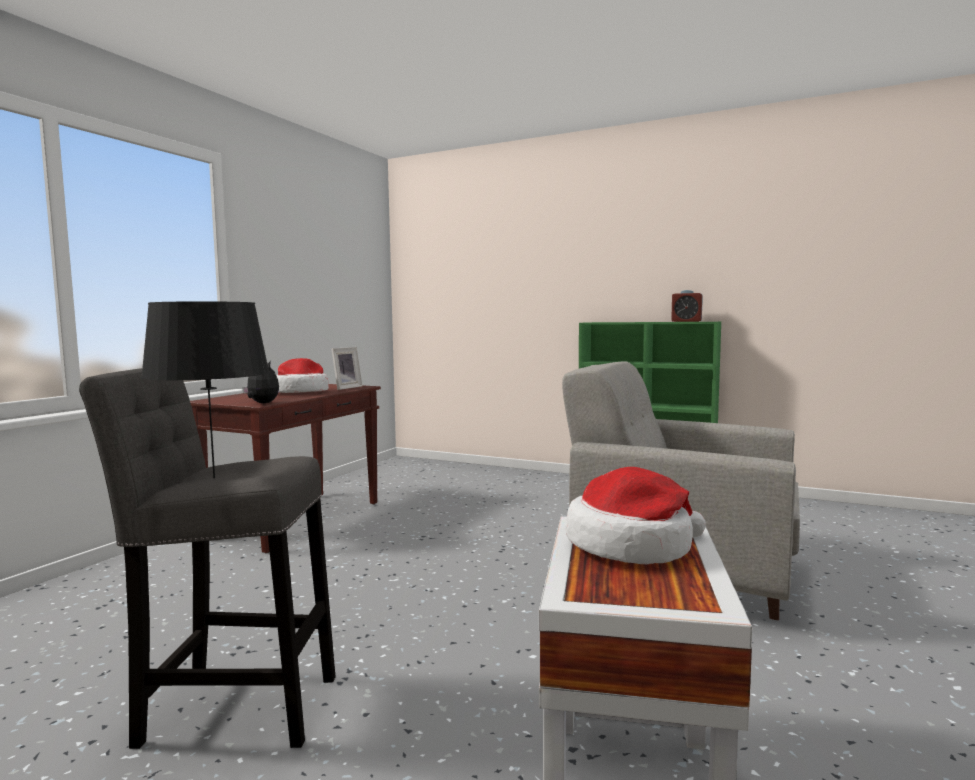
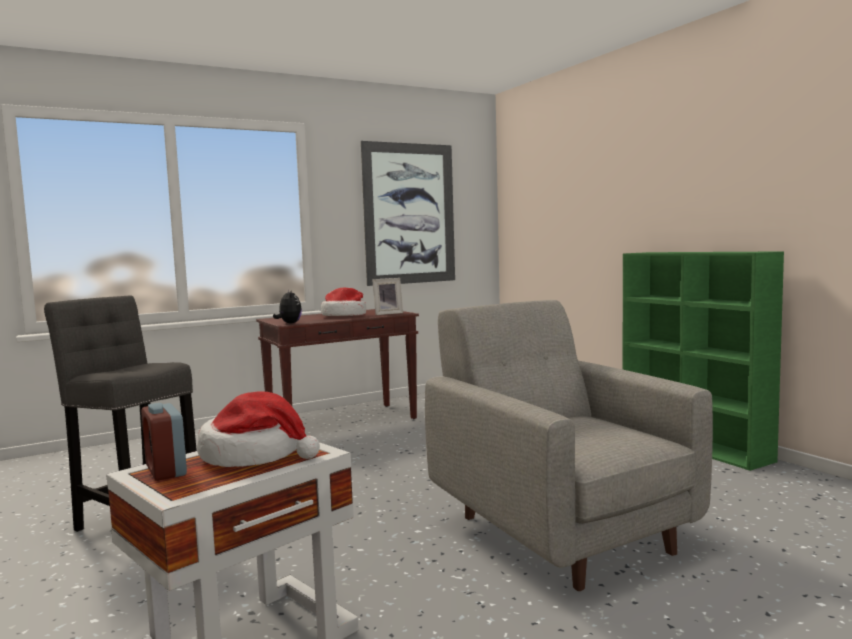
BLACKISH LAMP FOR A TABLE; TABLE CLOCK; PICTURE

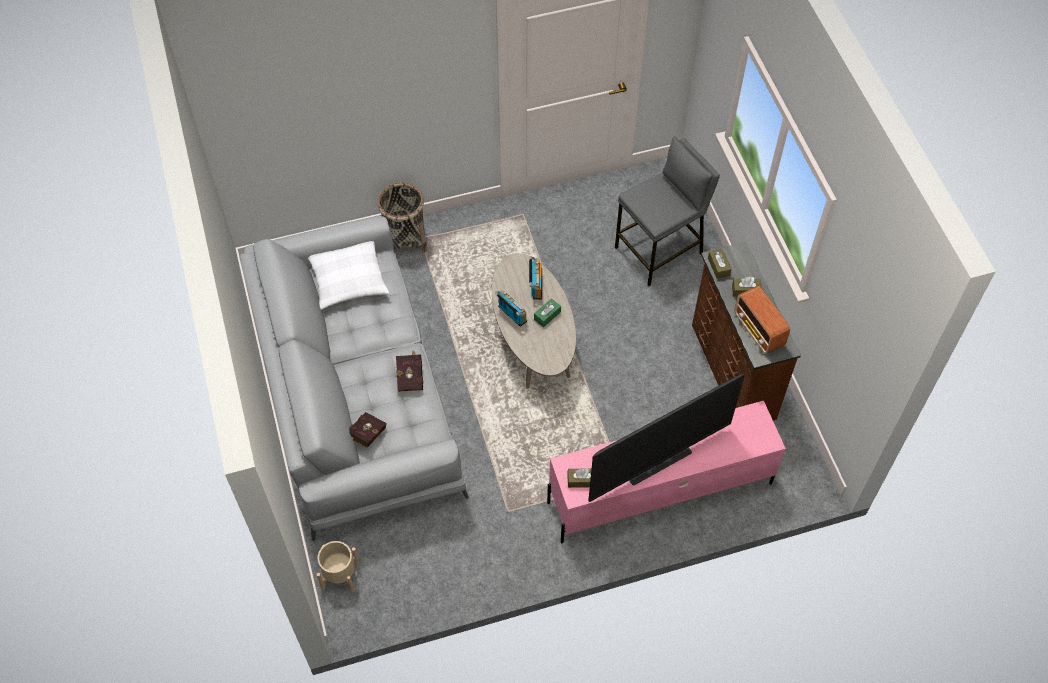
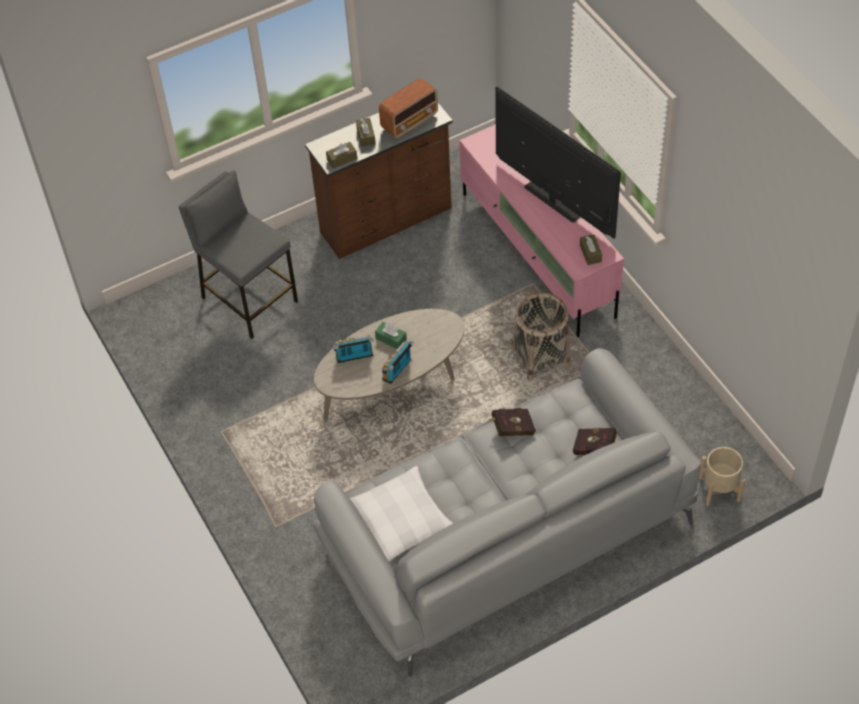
BASKET

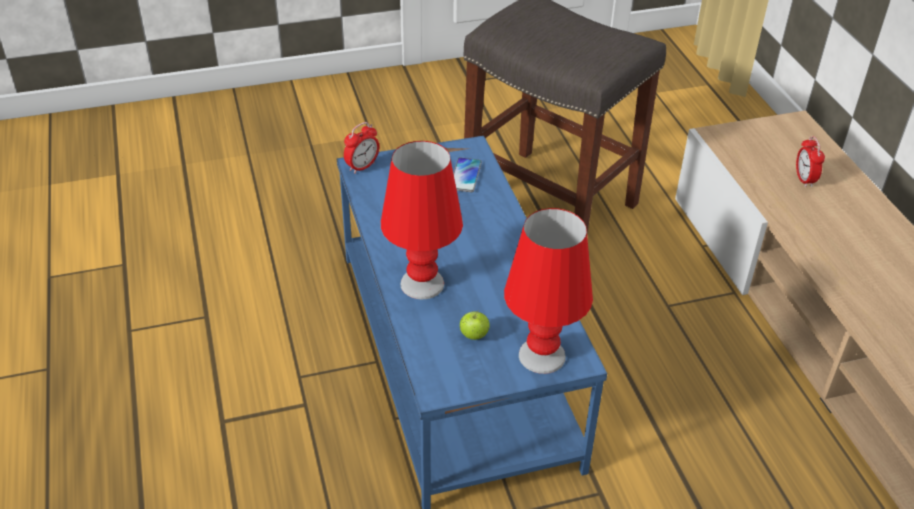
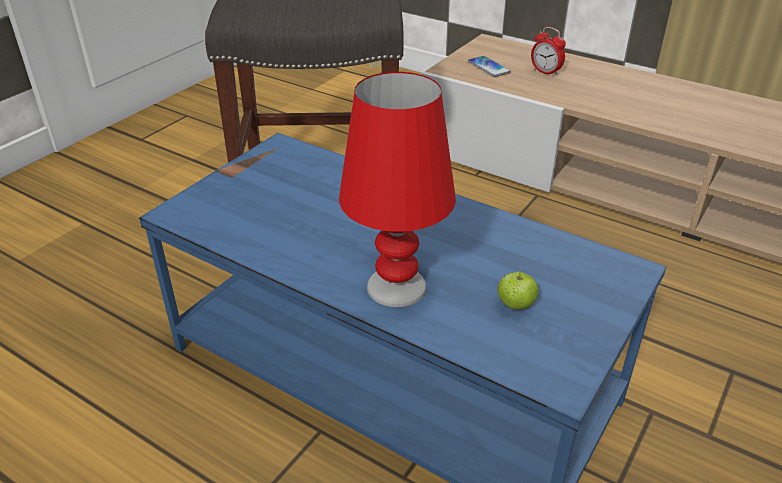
TABLE CLOCK (no. 1 from left in the first image); PHONE; REDDISH LAMP FOR A TABLE (no. 2 from left in the first image)

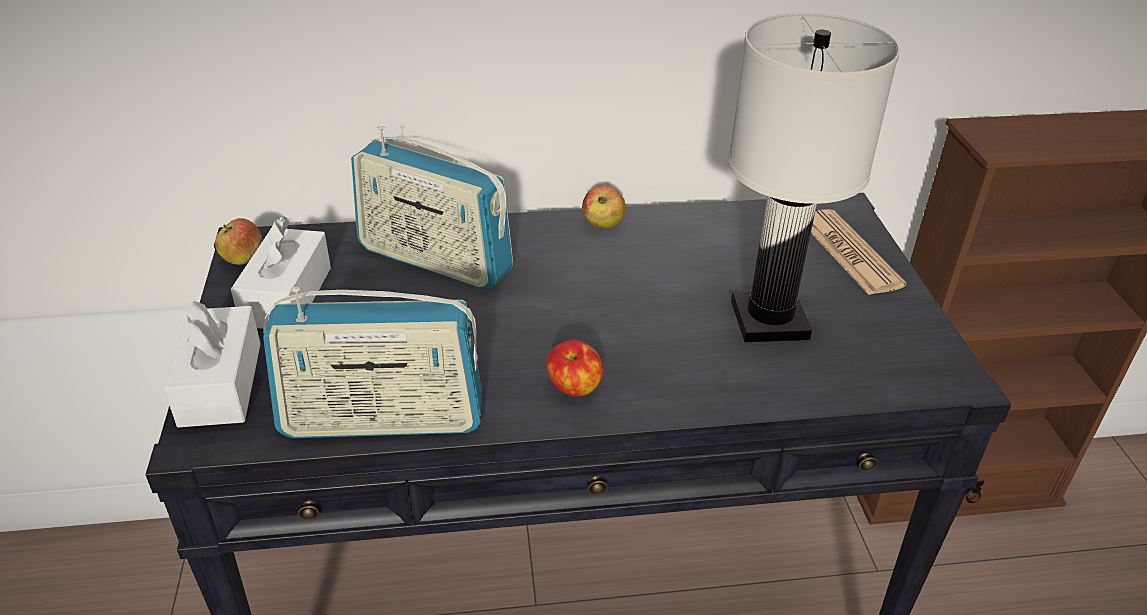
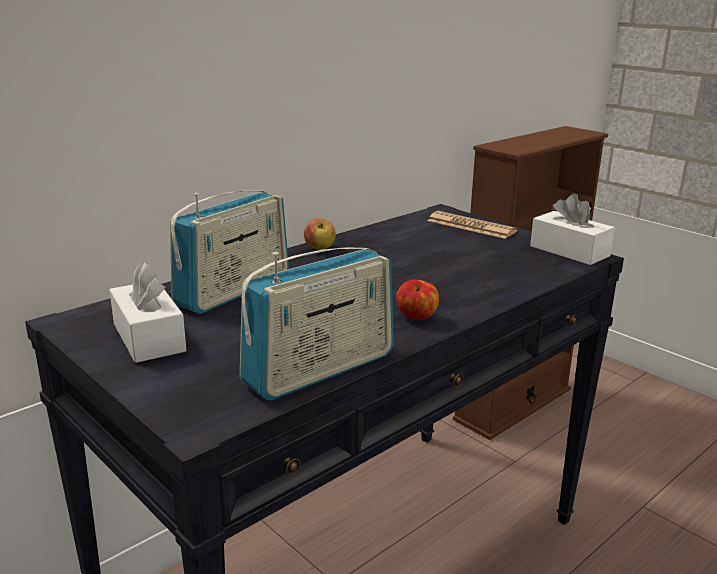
WHITISH BOX OF TISSUES (no. 2 from left); APPLE (no. 1 from left in the first image); RADIO (no. 1 from left); WHITISH LAMP FOR A TABLE

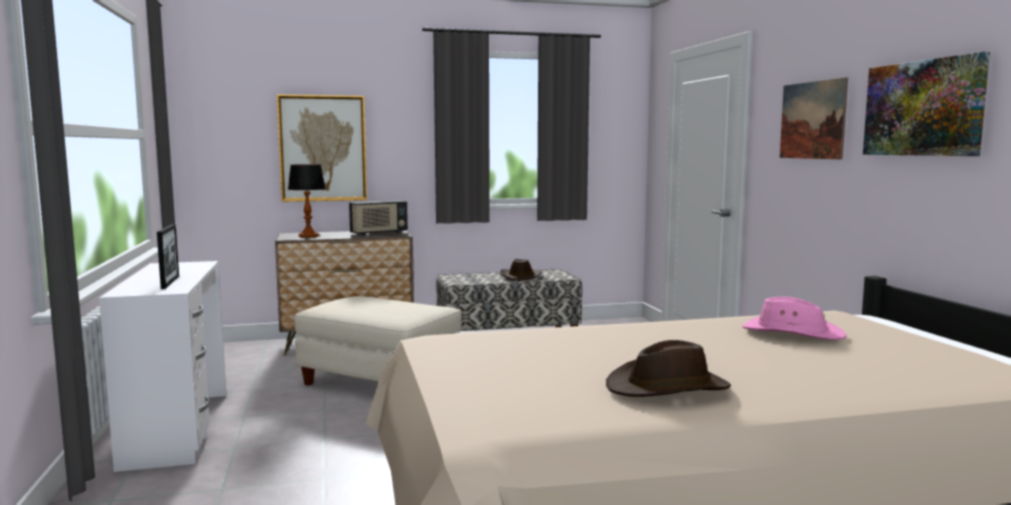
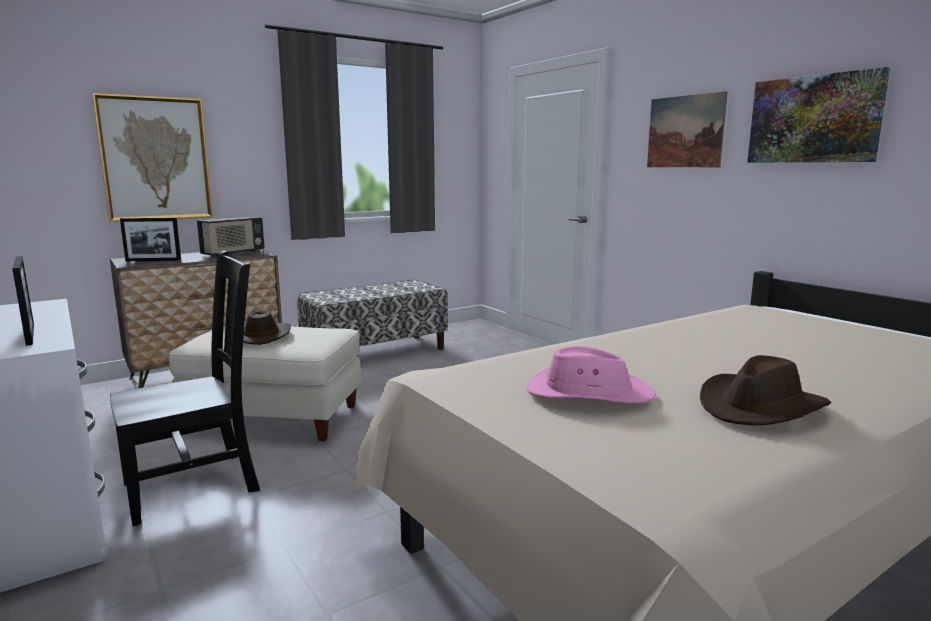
PICTURE FRAME (no. 2 from left); BROWNISH CLOTHING HAT (no. 1 from left); PINK-COLOURED CLOTHING HAT; BLACKISH UPRIGHT CHAIR

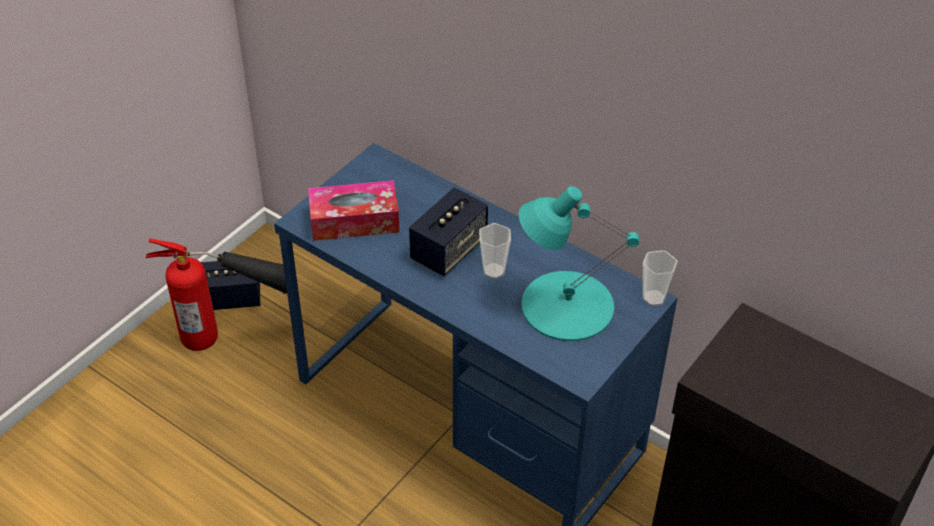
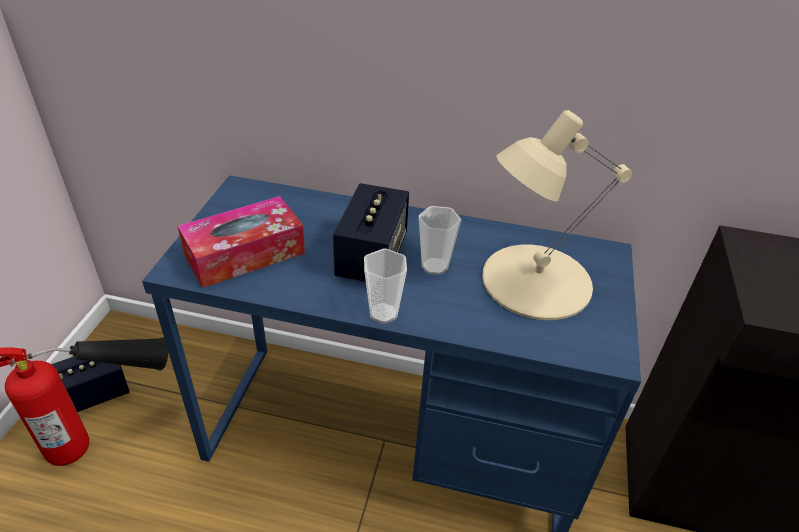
BEIGE-COLOURED LAMP FOR A TABLE; CUP (no. 1 from left)

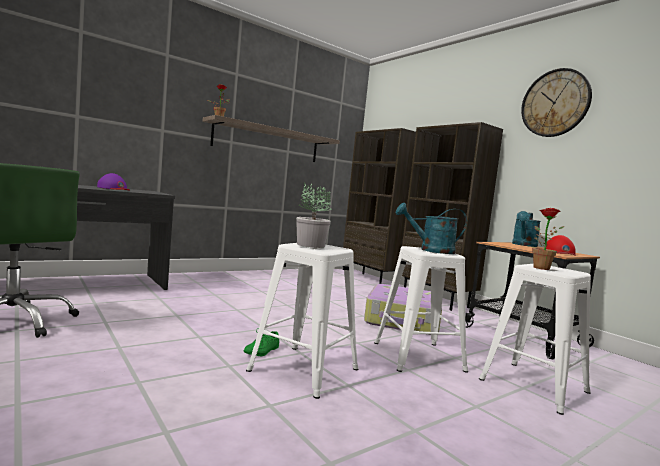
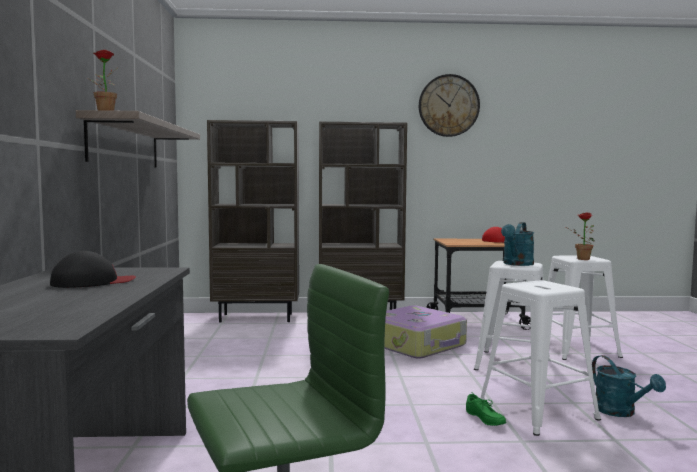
BLACKISH BASEBALL CAP; HOUSEPLANT (no. 2 from left in the first image); TURQUOISE-COLOURED WATERING POT (no. 2 from left)

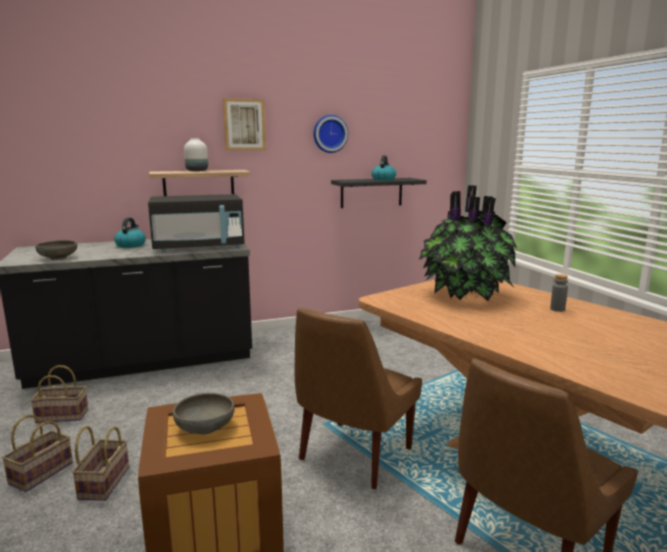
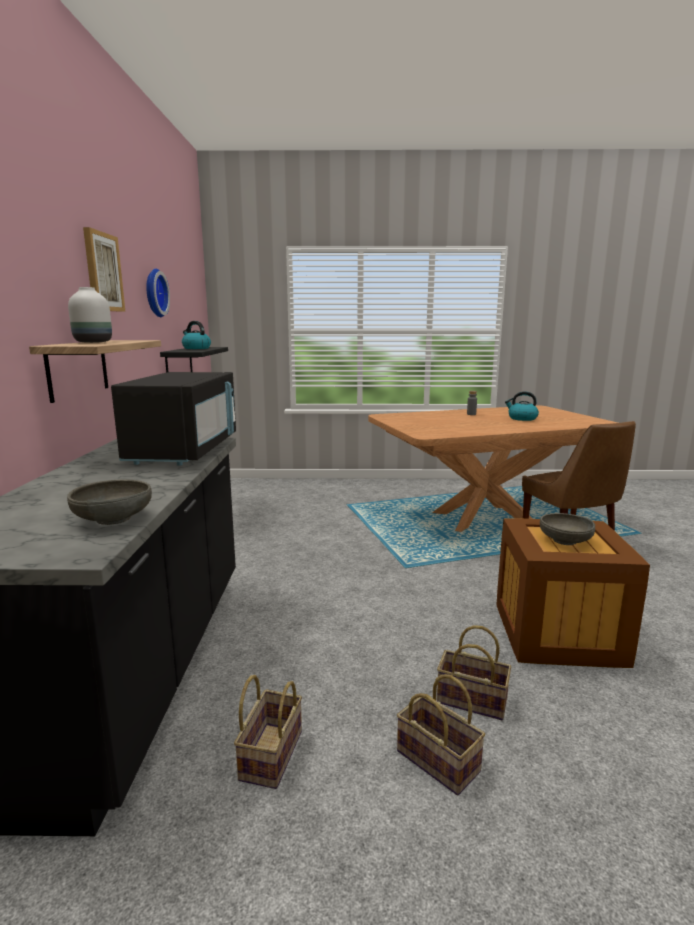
TEA KETTLE (no. 2 from left); BROWNISH UPRIGHT CHAIR (no. 1 from left in the first image); HOUSEPLANT

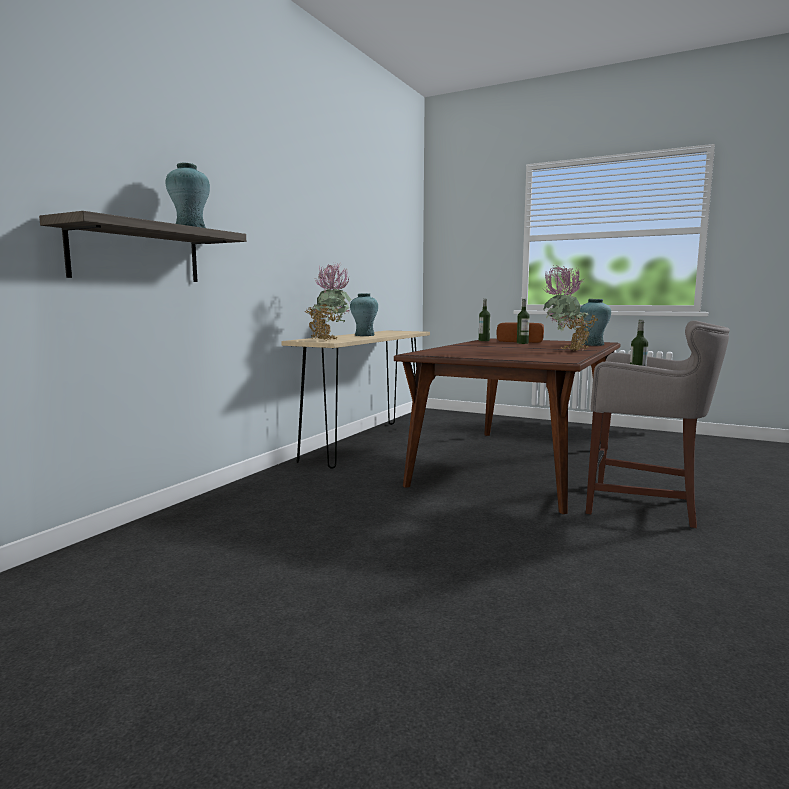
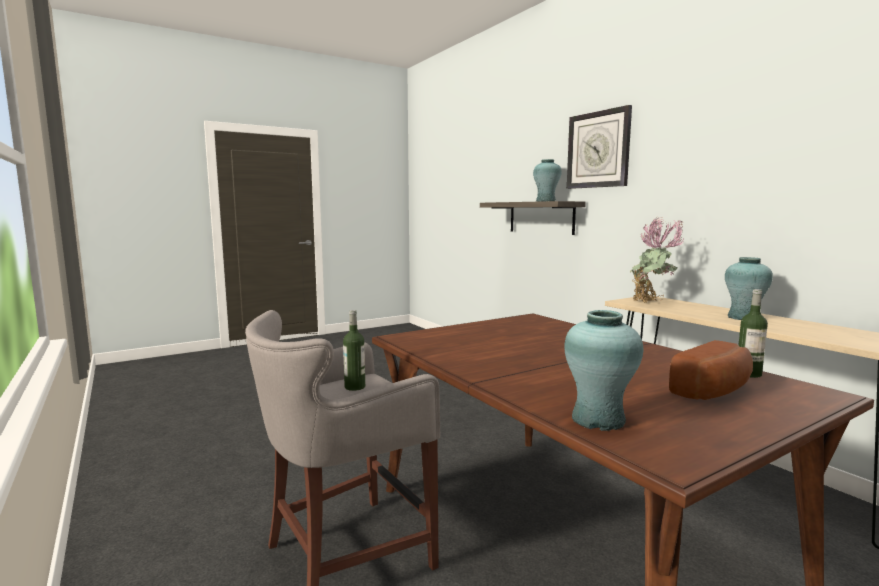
BEVERAGE BOTTLE (no. 2 from left in the first image); HOUSEPLANT (no. 2 from left in the first image); WALL CLOCK

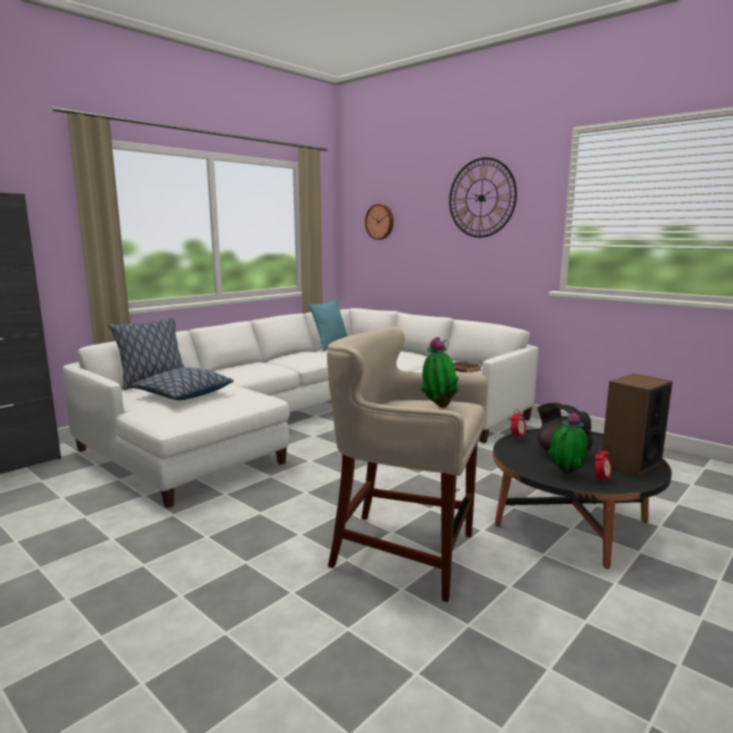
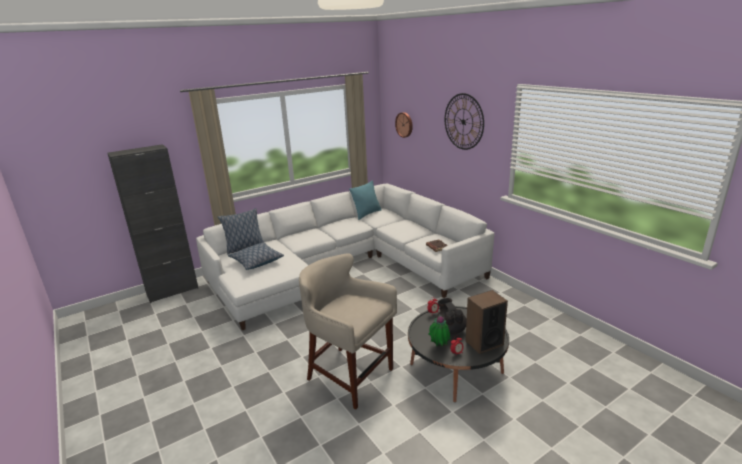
HOUSEPLANT (no. 1 from left in the first image)

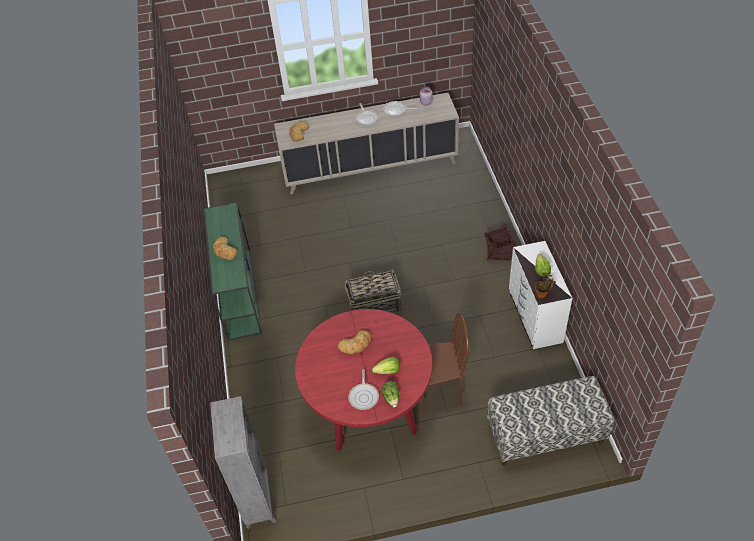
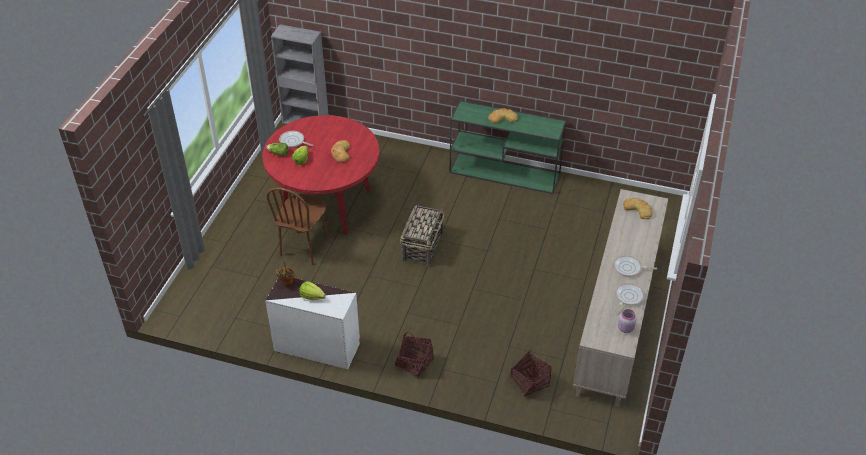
INDOOR BENCH; BASKET (no. 3 from left)

